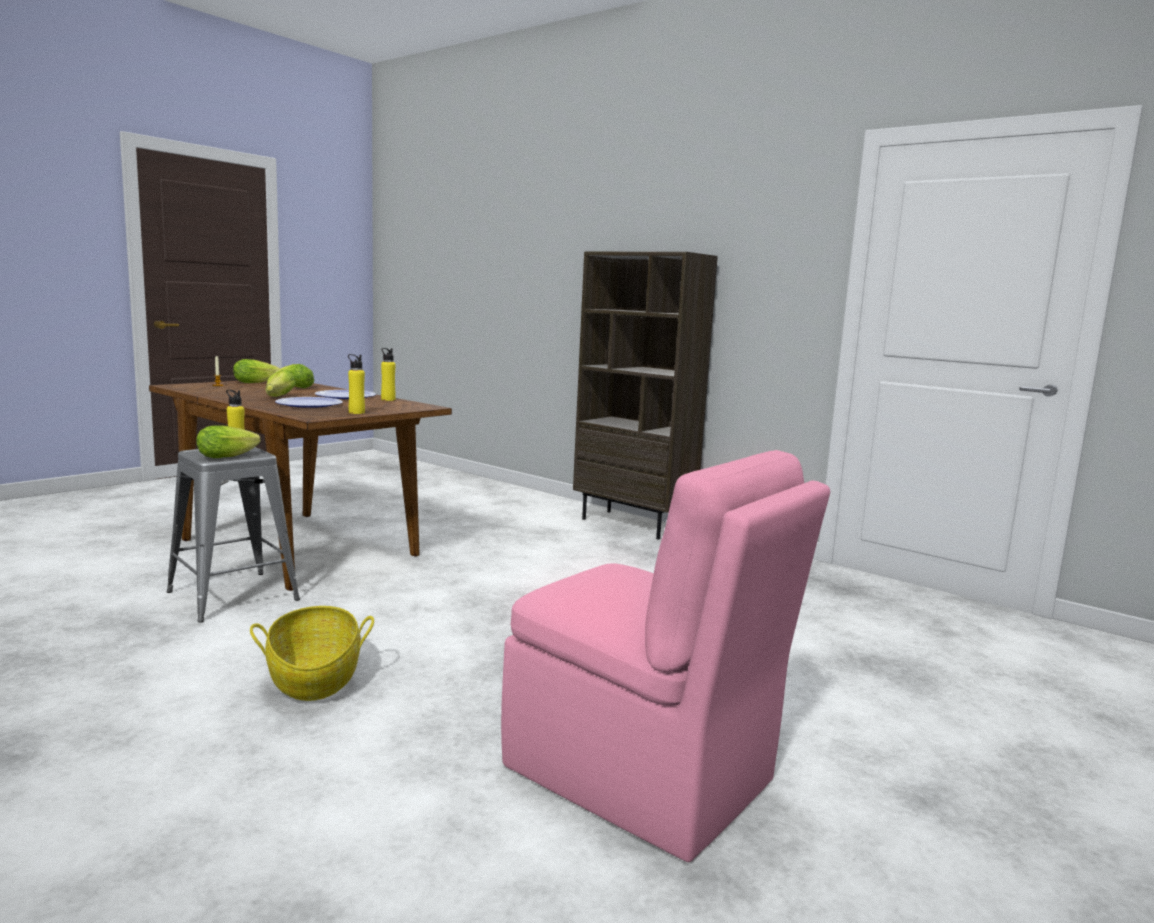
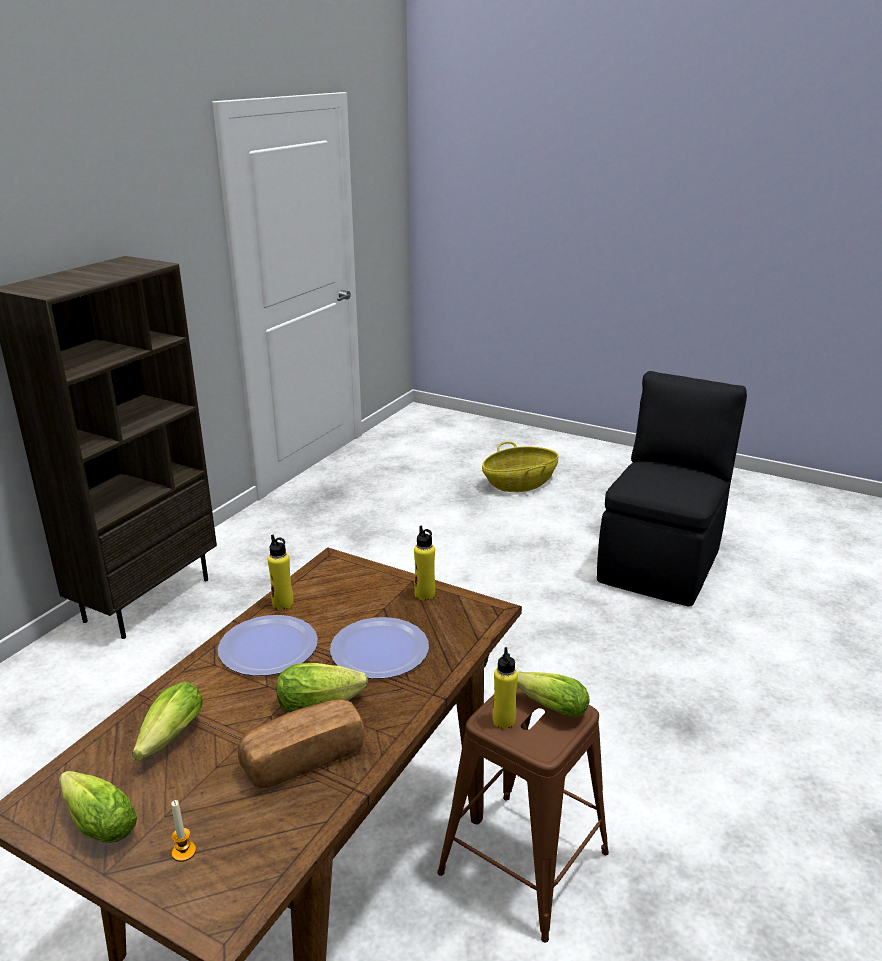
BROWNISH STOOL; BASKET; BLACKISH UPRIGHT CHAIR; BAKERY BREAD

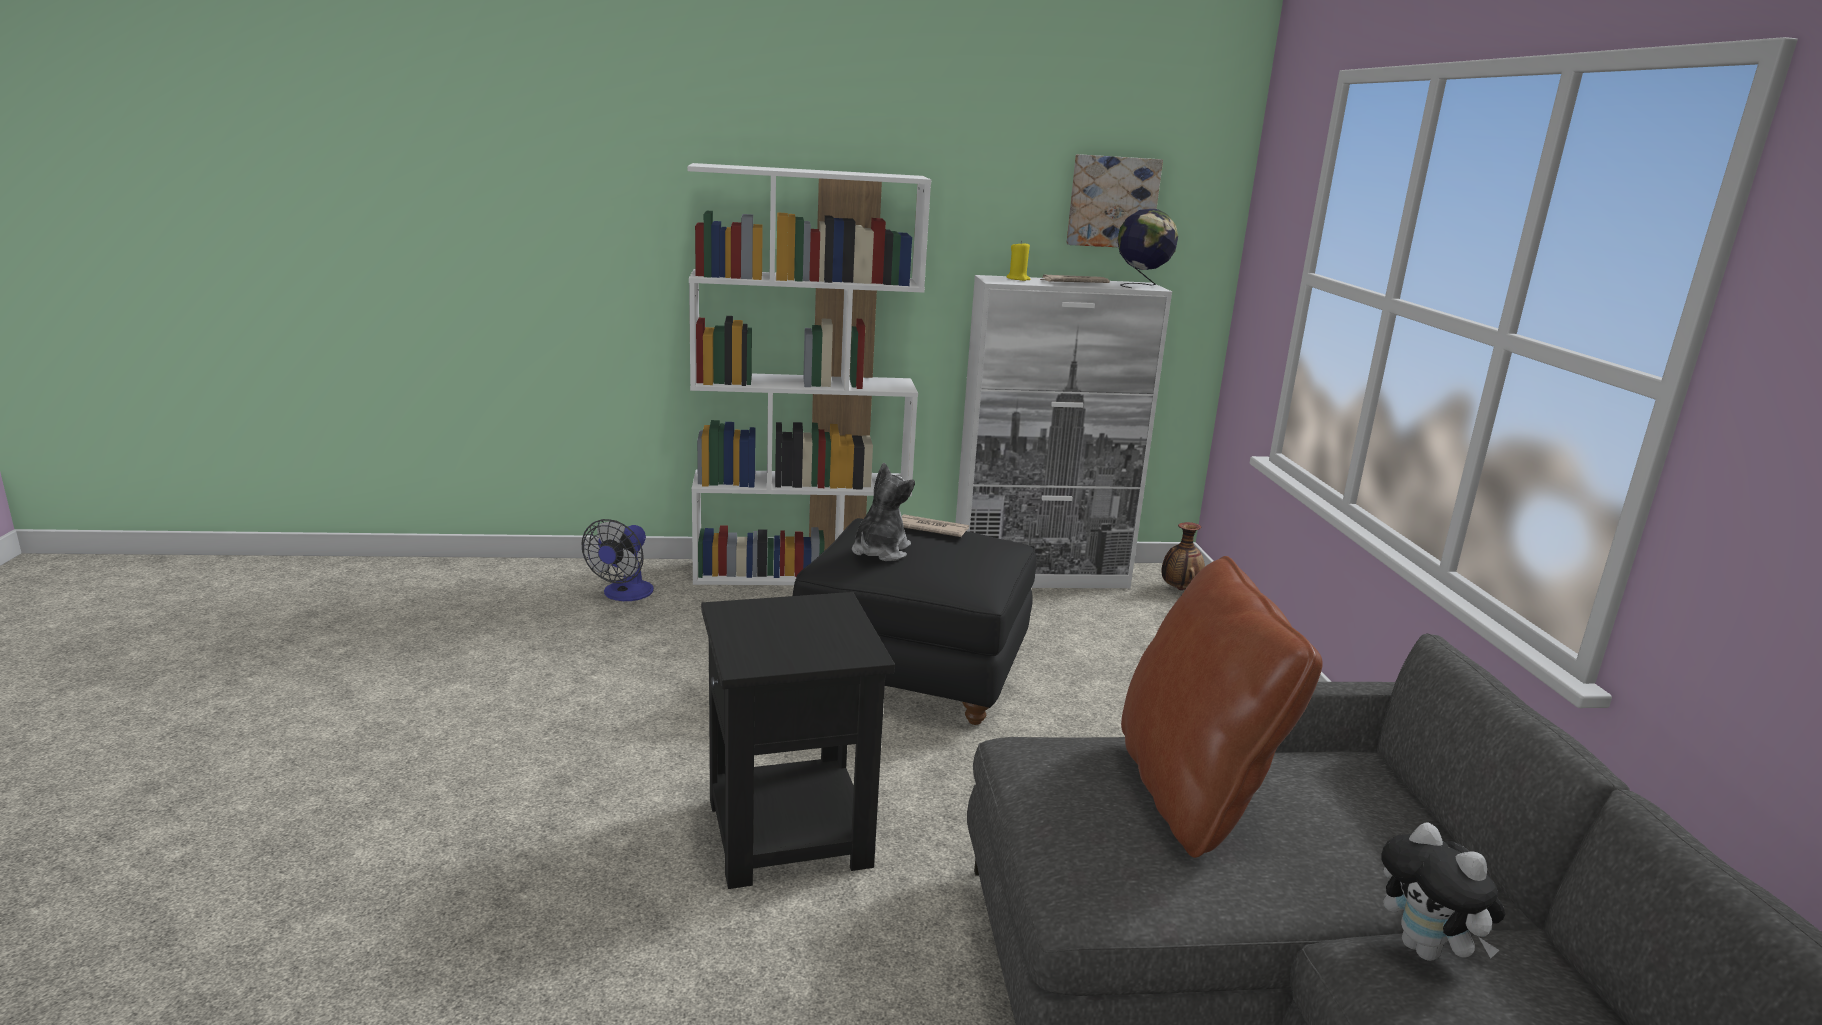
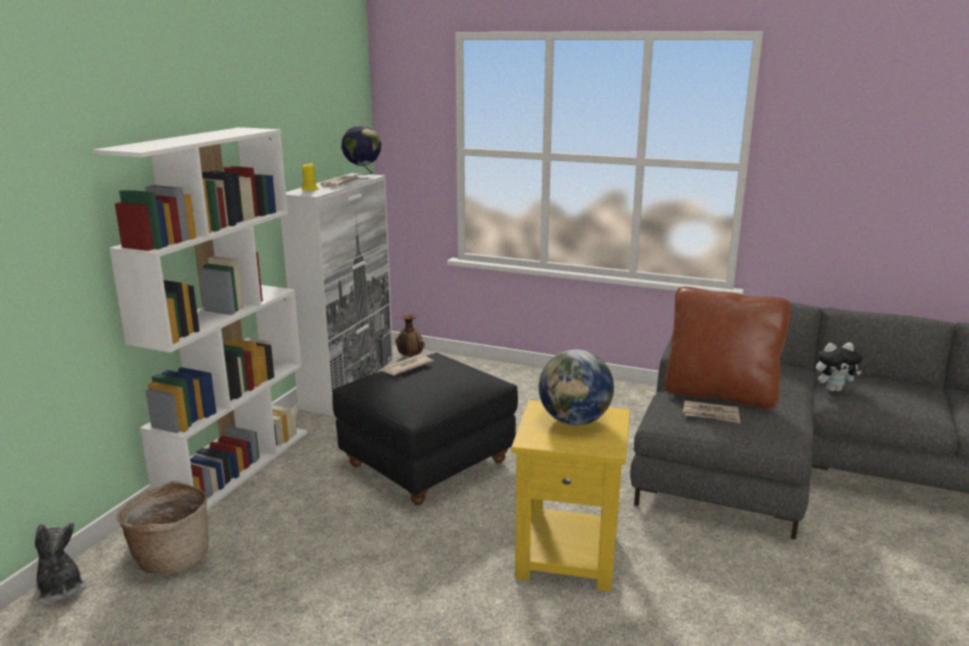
BASKET; YELLOW SIDE TABLE; SOFT TOY (no. 1 from left); PICTURE; WORLD GLOBE (no. 2 from left); DAILY PAPER (no. 3 from left)

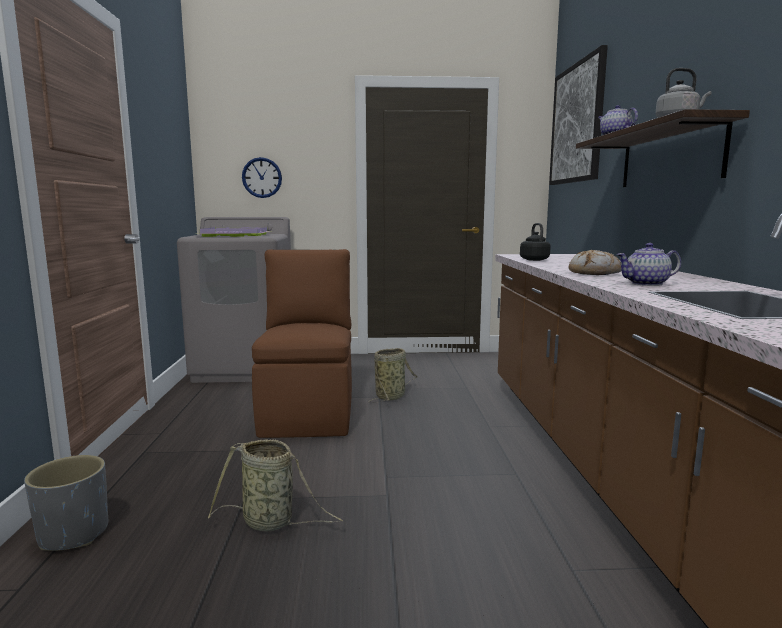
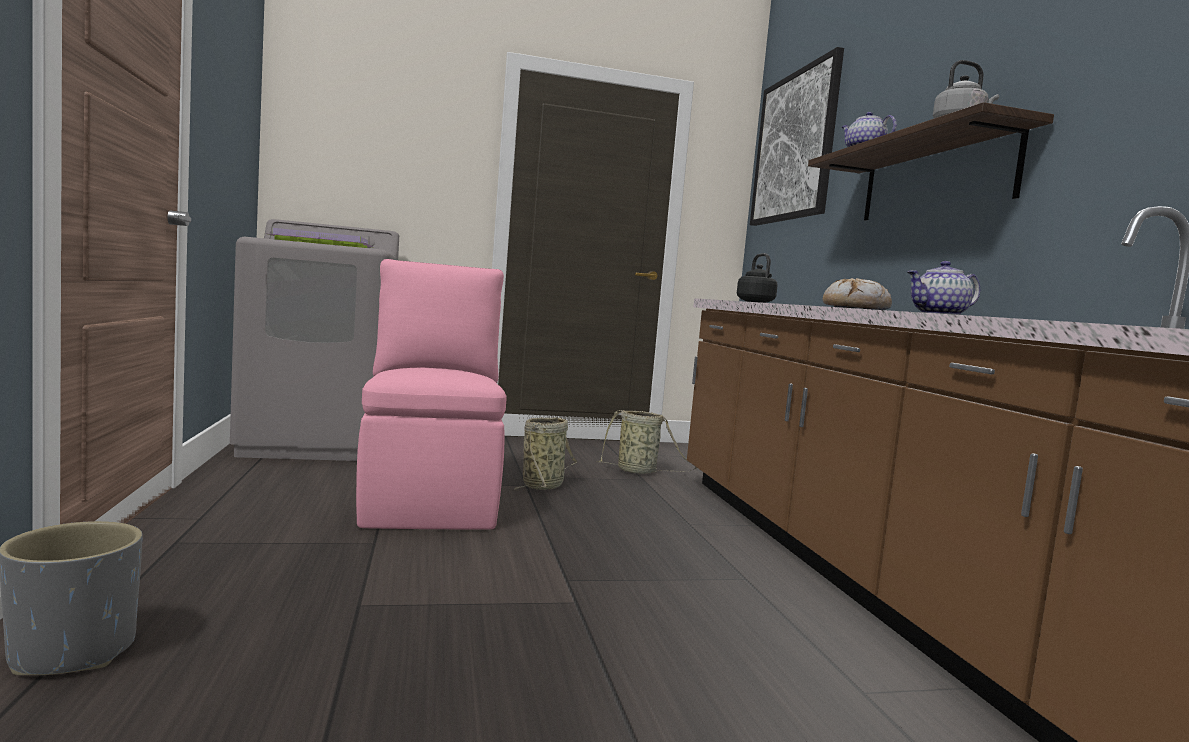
BASKET (no. 2 from left); WALL CLOCK; PINK-COLOURED UPRIGHT CHAIR

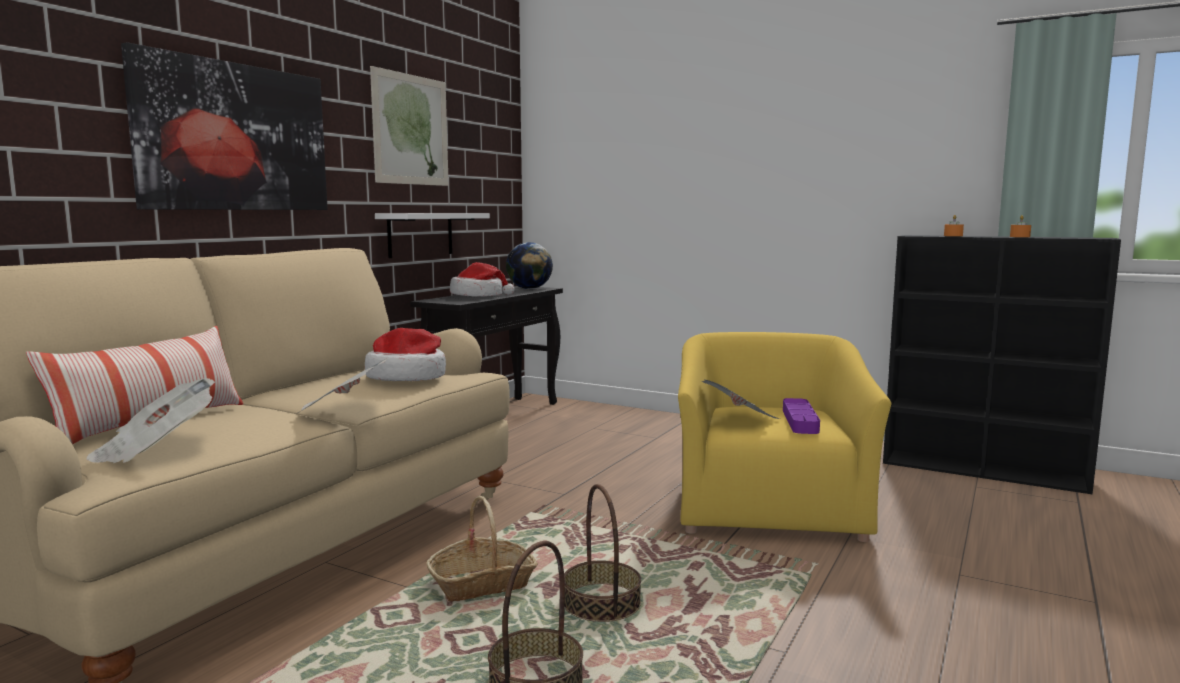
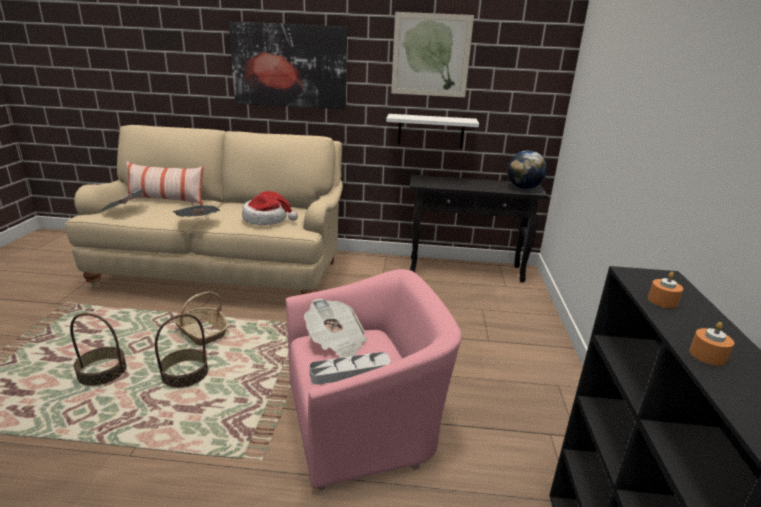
CLOTHING HAT (no. 2 from left in the first image); PINK-COLOURED LOUNGE CHAIR; GREYISH TRAY

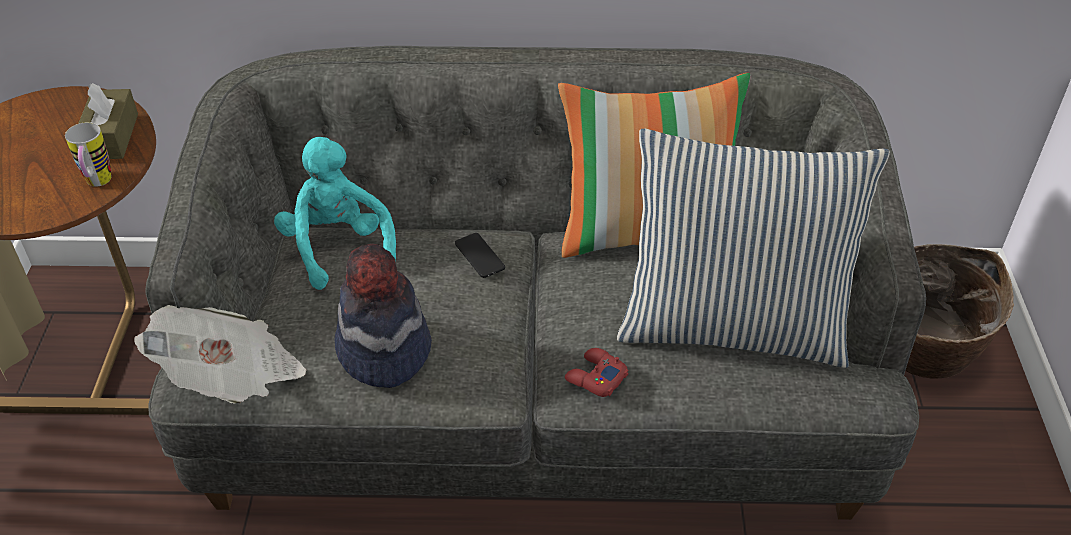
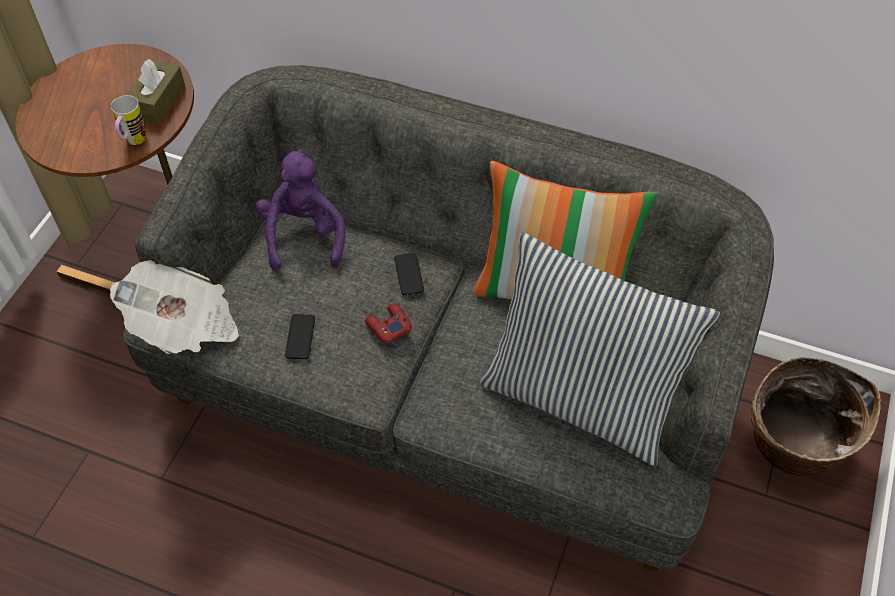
PURPLE SOFT TOY; PHONE (no. 1 from left); REDDISH GAMEPAD

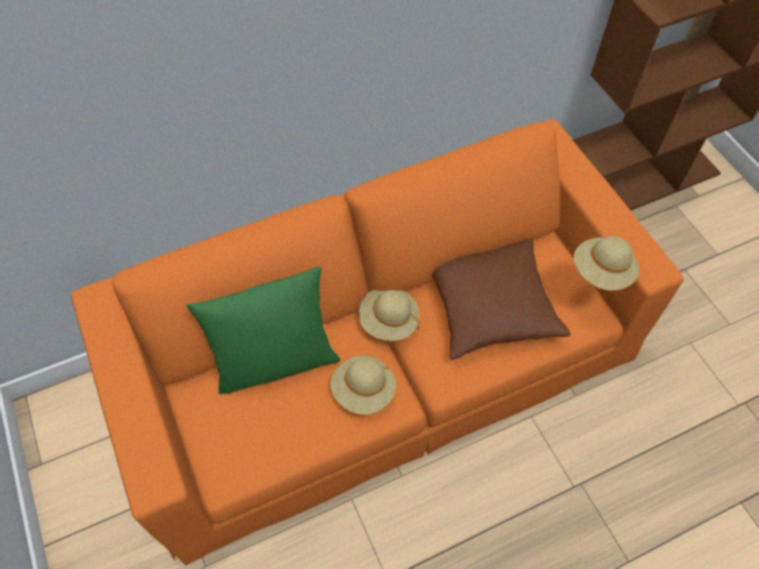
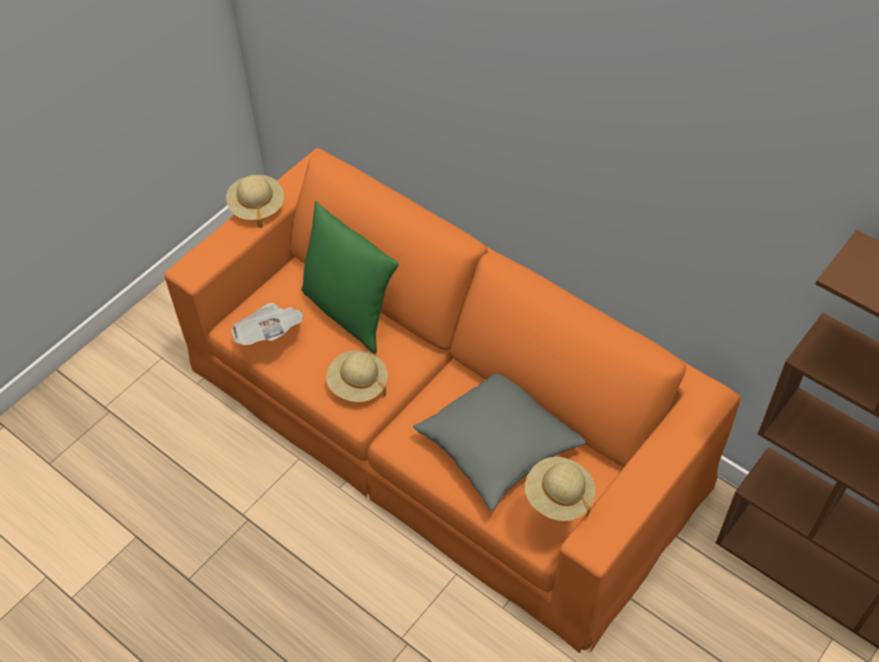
BEIGE-COLOURED CLOTHING HAT (no. 1 from left); GREYISH THROW PILLOW; DAILY PAPER

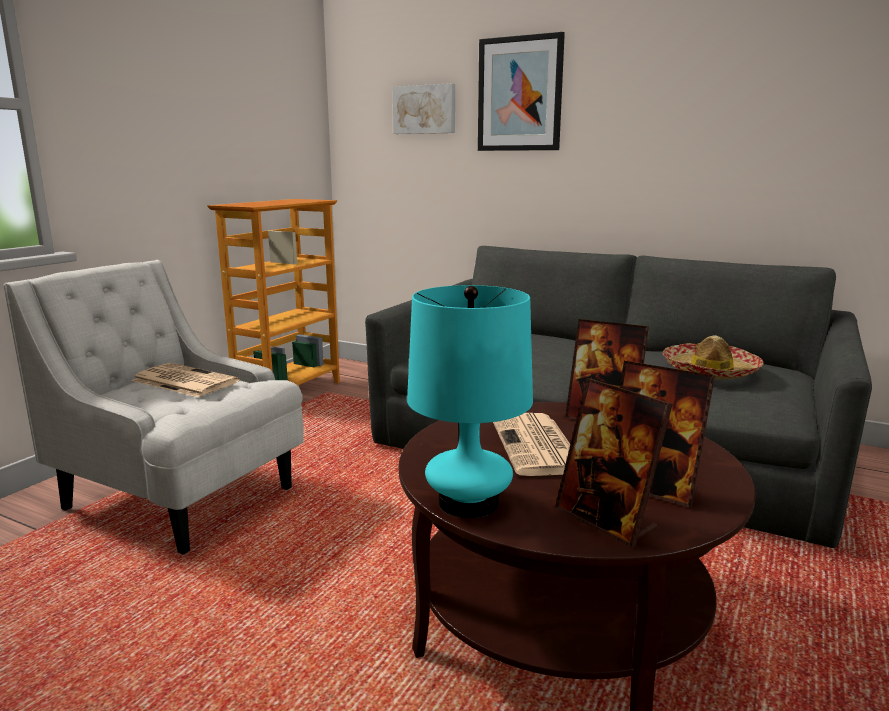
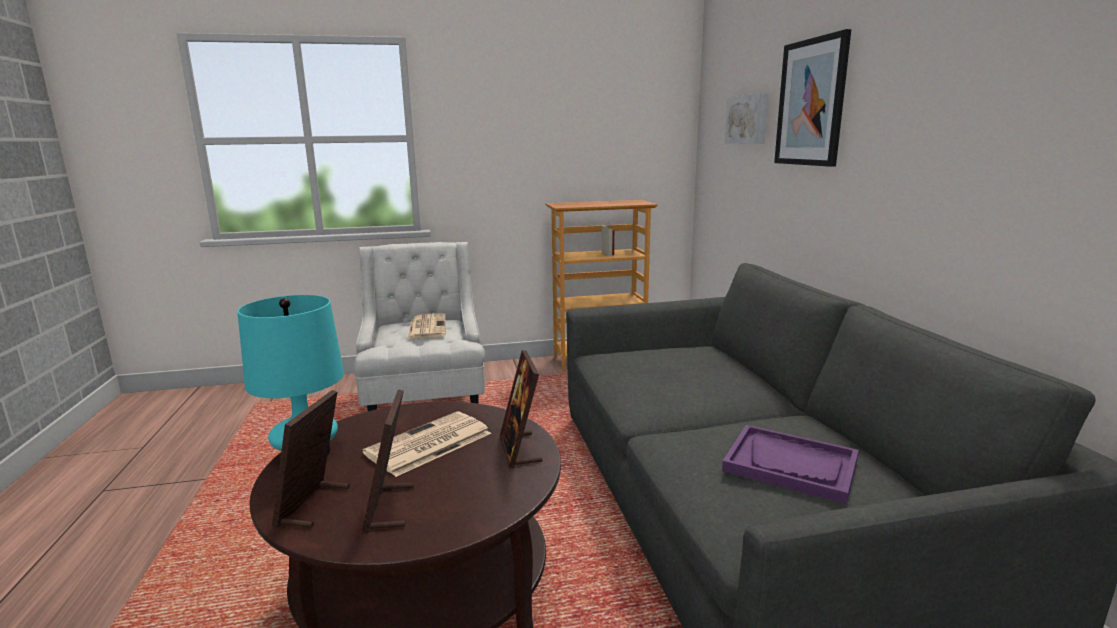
PURPLE TRAY

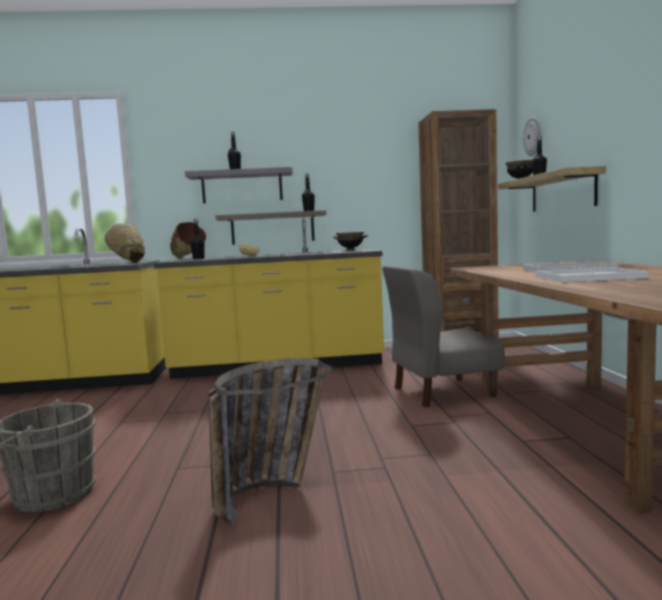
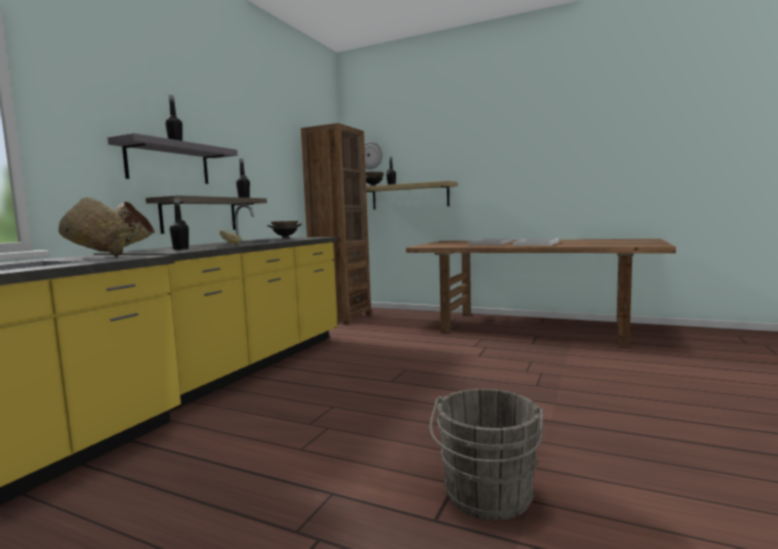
BASKET; GREYISH UPRIGHT CHAIR

